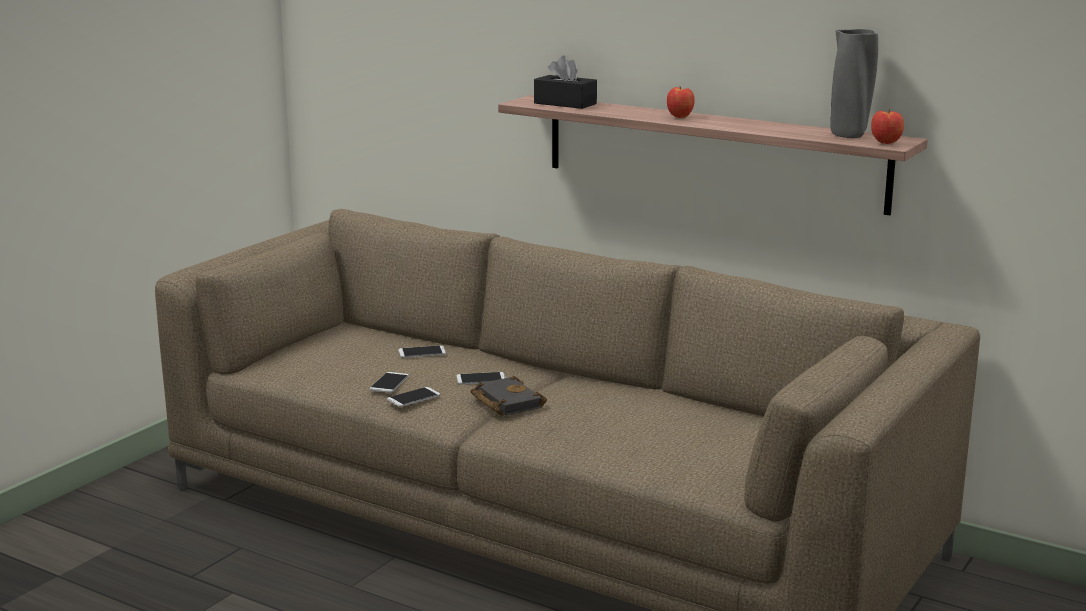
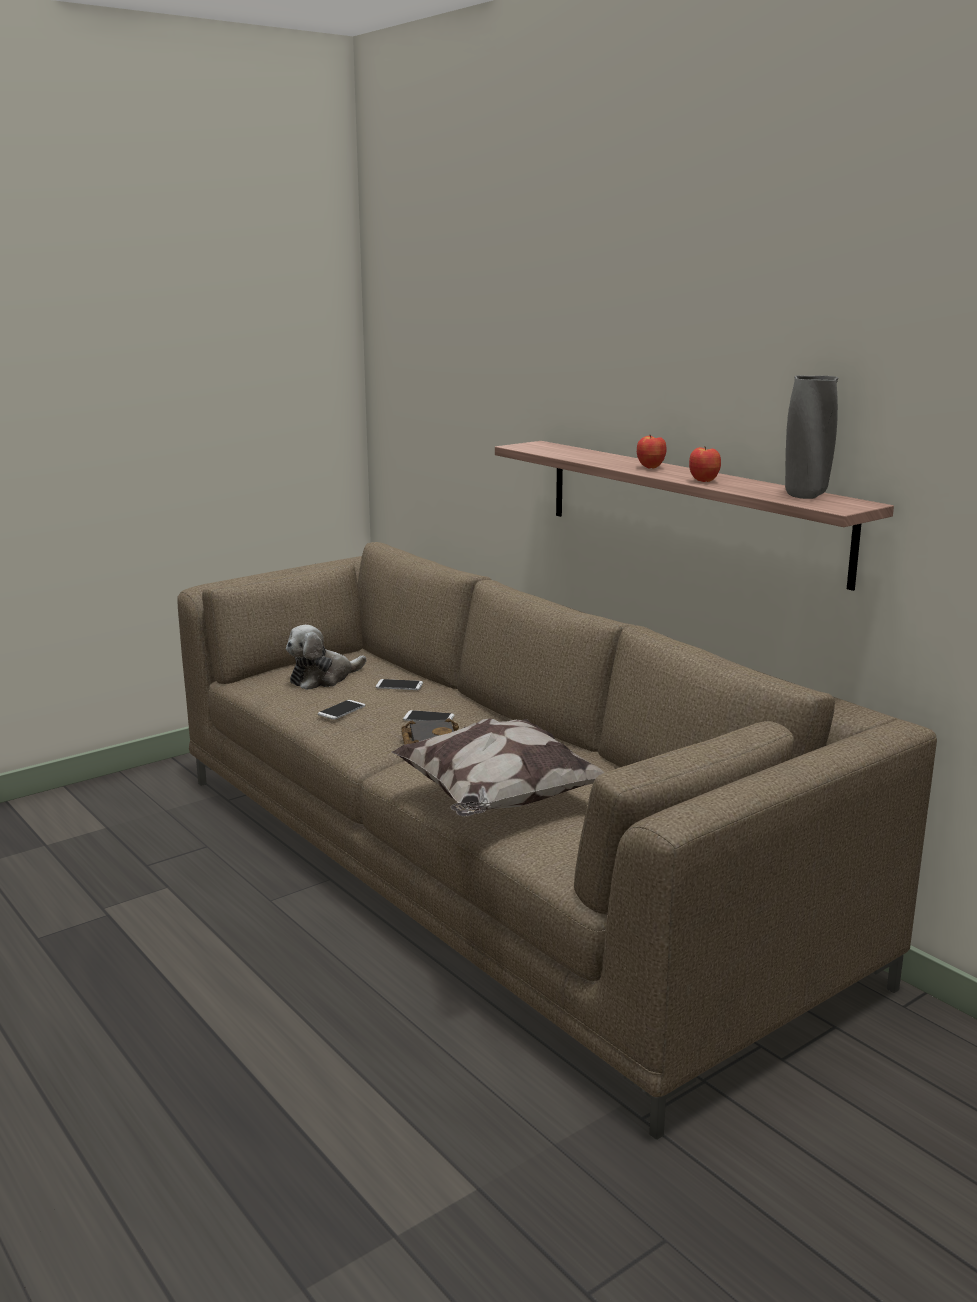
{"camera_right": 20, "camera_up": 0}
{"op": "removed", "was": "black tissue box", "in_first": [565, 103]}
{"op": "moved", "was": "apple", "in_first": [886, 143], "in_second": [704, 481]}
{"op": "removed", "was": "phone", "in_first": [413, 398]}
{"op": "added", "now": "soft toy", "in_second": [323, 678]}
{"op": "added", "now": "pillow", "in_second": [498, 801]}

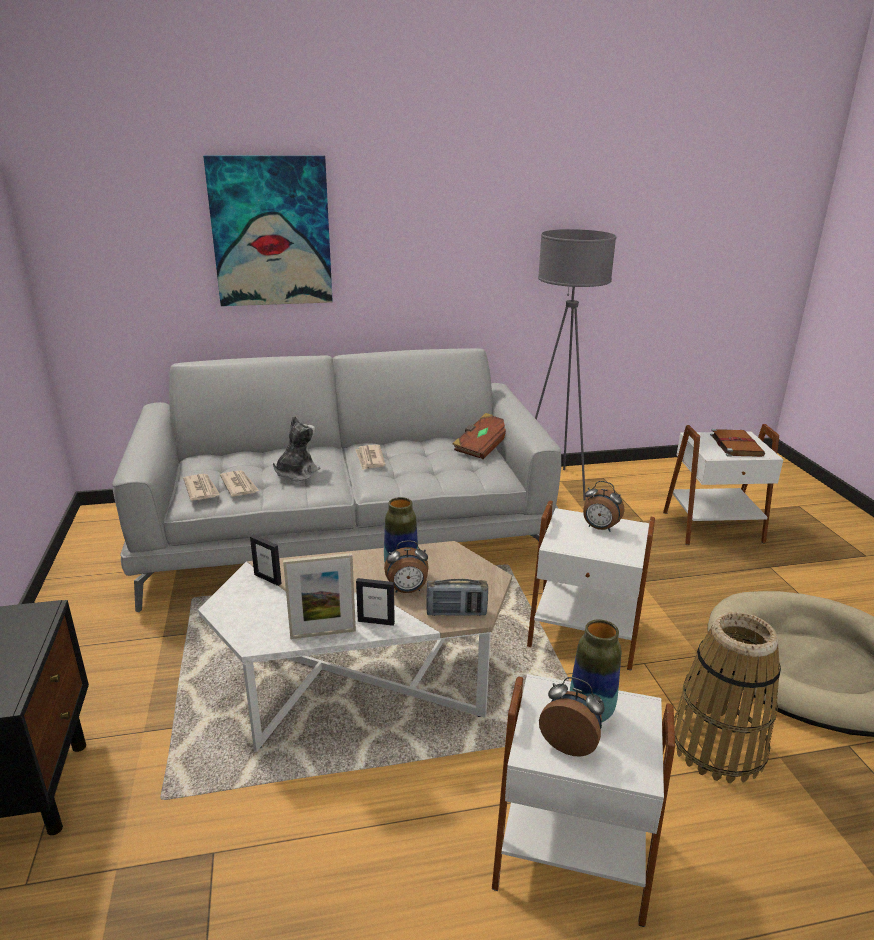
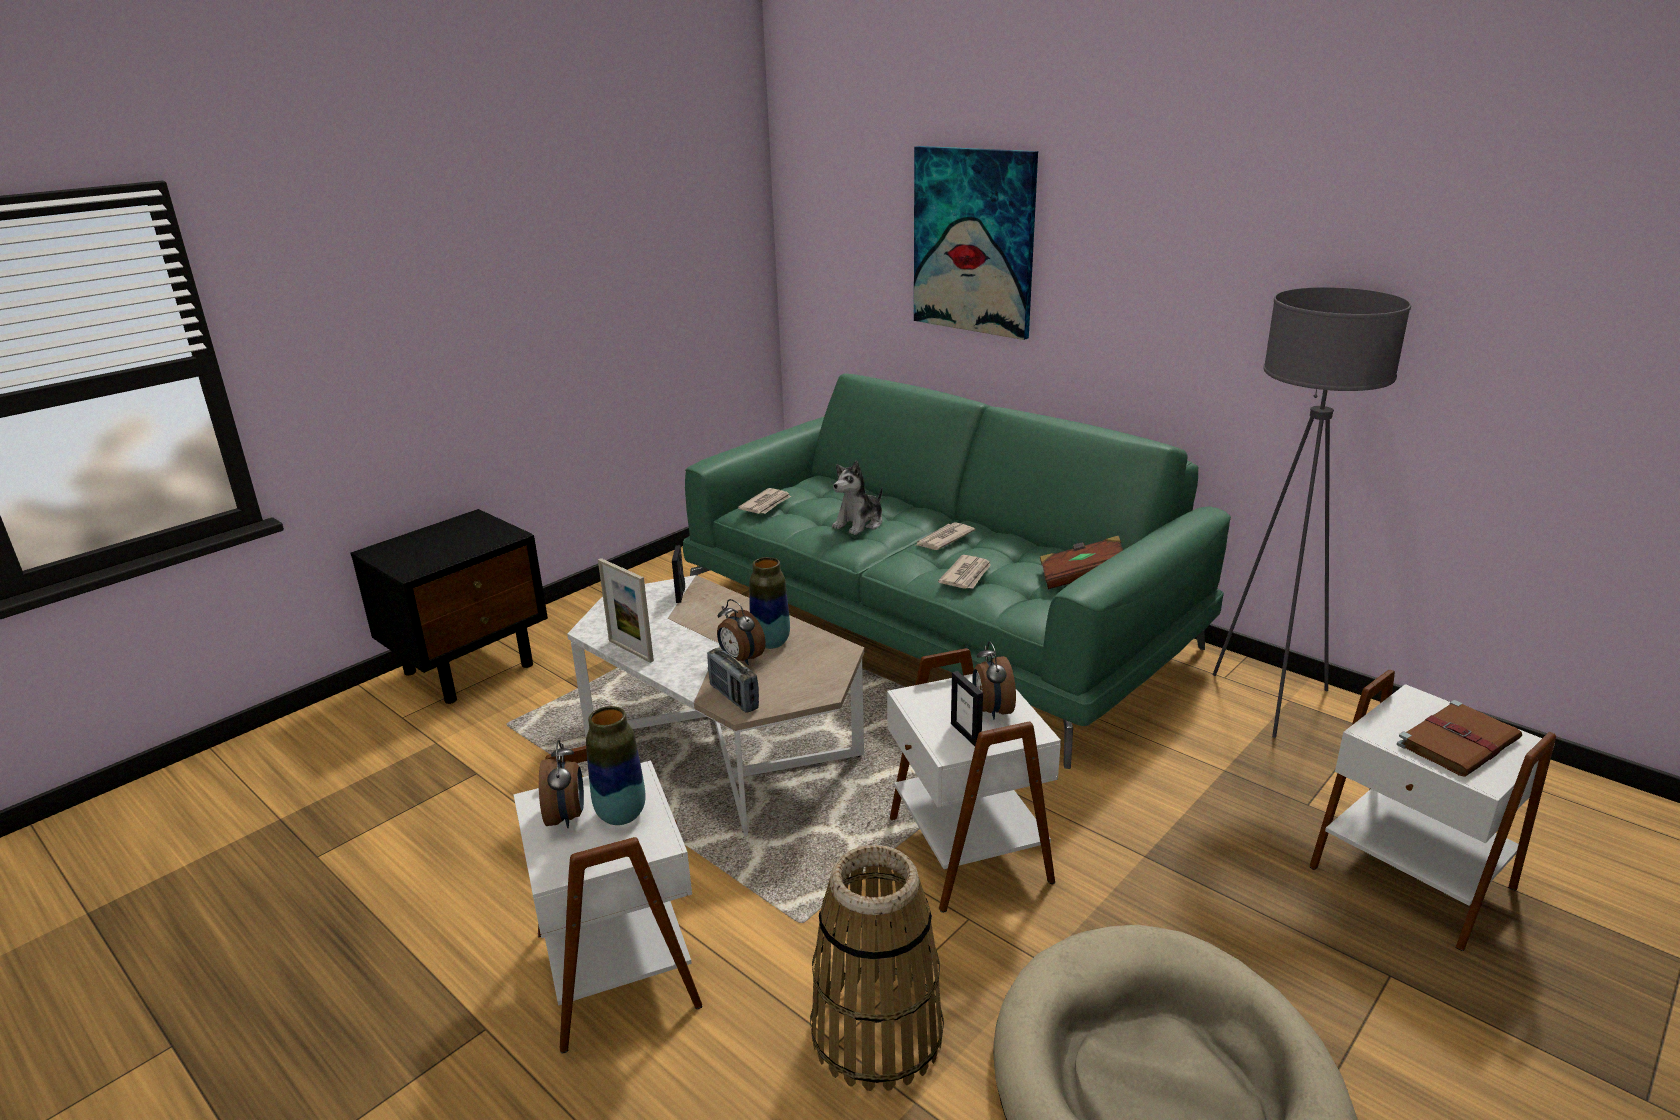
{"camera_right": 55, "camera_up": 0}
{"op": "recoloured", "was": "gray settee", "now": "greenish settee", "in_first": [347, 532], "in_second": [936, 624]}
{"op": "turned", "was": "soft toy", "in_first": [296, 473], "in_second": [859, 524], "clockwise": 135}
{"op": "moved", "was": "printed paper", "in_first": [239, 485], "in_second": [967, 575]}
{"op": "moved", "was": "picture frame", "in_first": [376, 621], "in_second": [966, 734]}

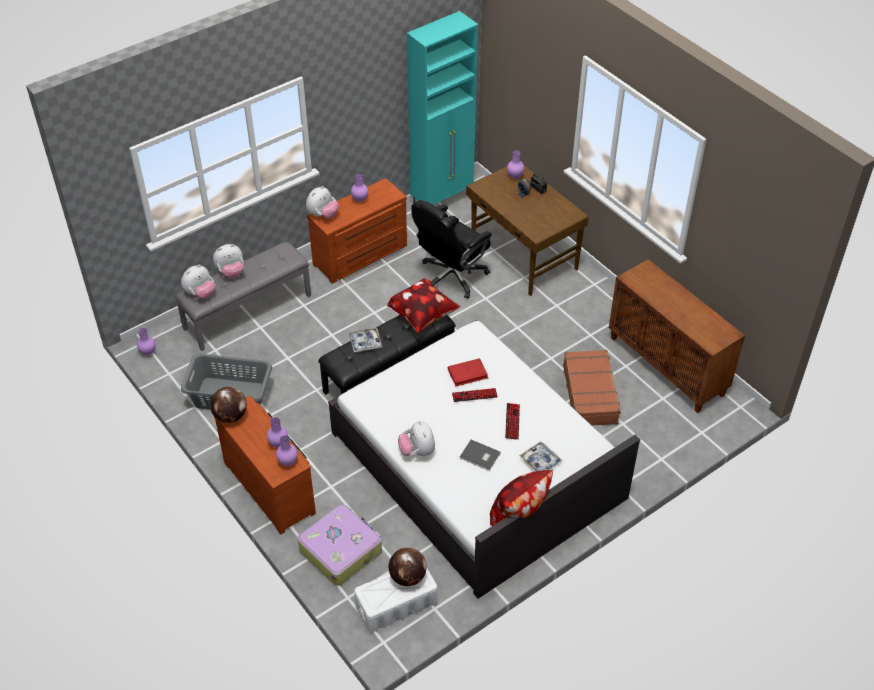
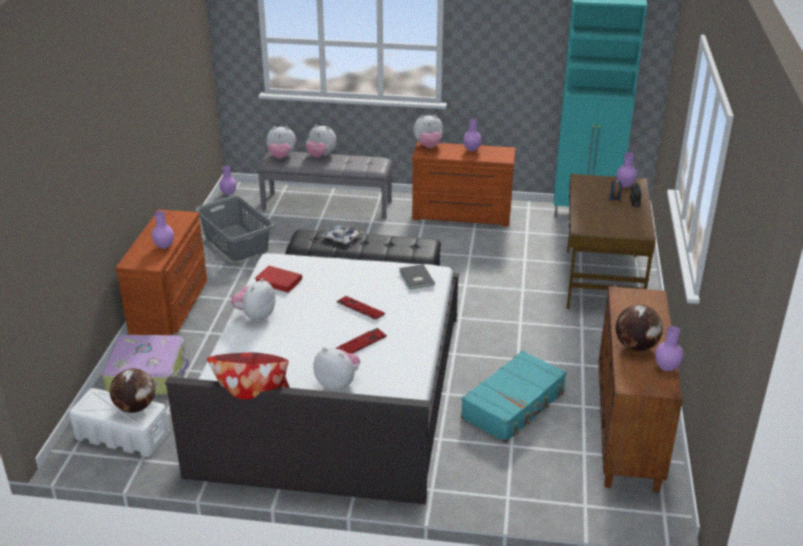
{"camera_right": 45, "camera_up": -15}
{"op": "removed", "was": "black office chair", "in_first": [451, 276]}
{"op": "removed", "was": "pillow", "in_first": [423, 317]}
{"op": "recoloured", "was": "brown travel case", "now": "turquoise-coloured travel case", "in_first": [590, 394], "in_second": [514, 405]}
{"op": "moved", "was": "reddish bound book", "in_first": [467, 373], "in_second": [278, 281]}
{"op": "moved", "was": "desk globe", "in_first": [230, 416], "in_second": [636, 346]}
{"op": "moved", "was": "purple-coloured vase", "in_first": [287, 462], "in_second": [666, 368]}
{"op": "moved", "was": "gray bound book", "in_first": [480, 457], "in_second": [415, 278]}
{"op": "replaced", "was": "serving tray", "now": "soft toy", "in_first": [540, 461], "in_second": [338, 383]}

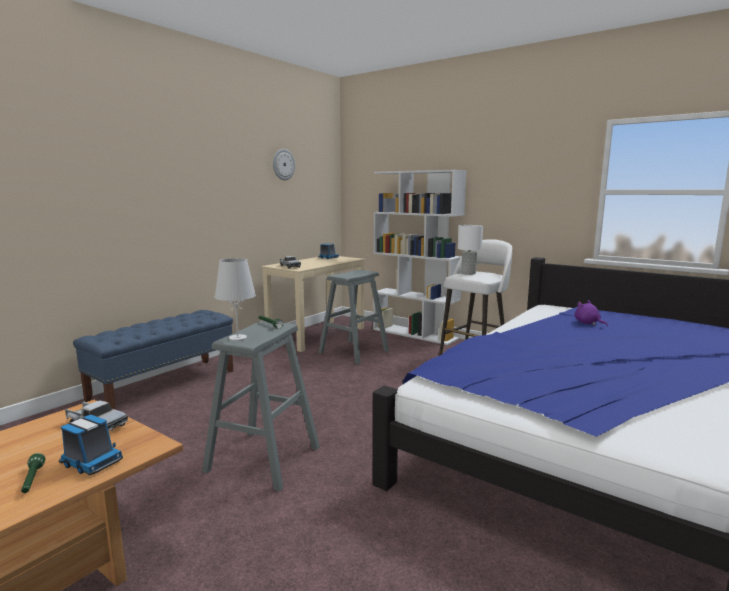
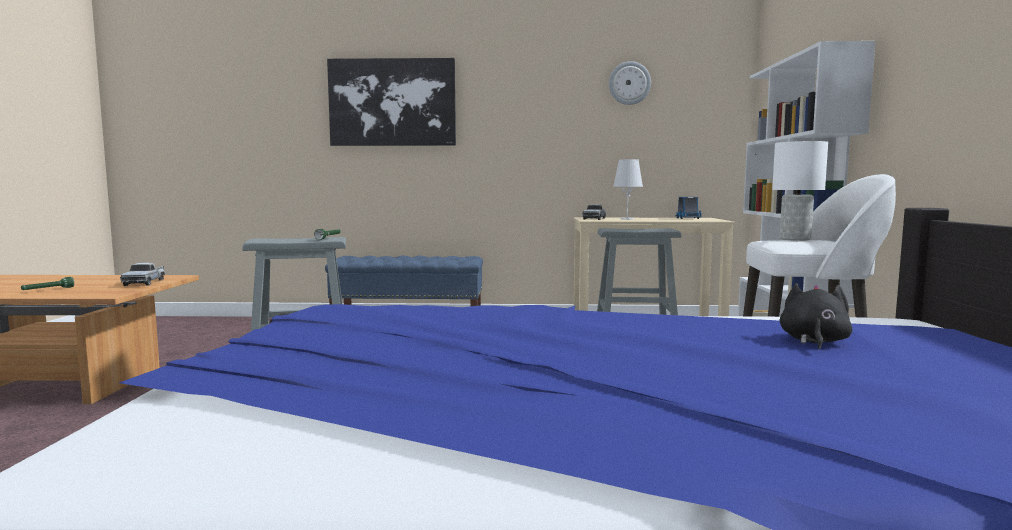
{"camera_right": 55, "camera_up": -5}
{"op": "moved", "was": "white-coloured tabletop lamp", "in_first": [237, 338], "in_second": [626, 219]}
{"op": "recoloured", "was": "purple-coloured soft toy", "now": "black soft toy", "in_first": [588, 323], "in_second": [813, 341]}
{"op": "removed", "was": "toy lorry", "in_first": [91, 462]}
{"op": "added", "now": "wall art", "in_second": [392, 102]}

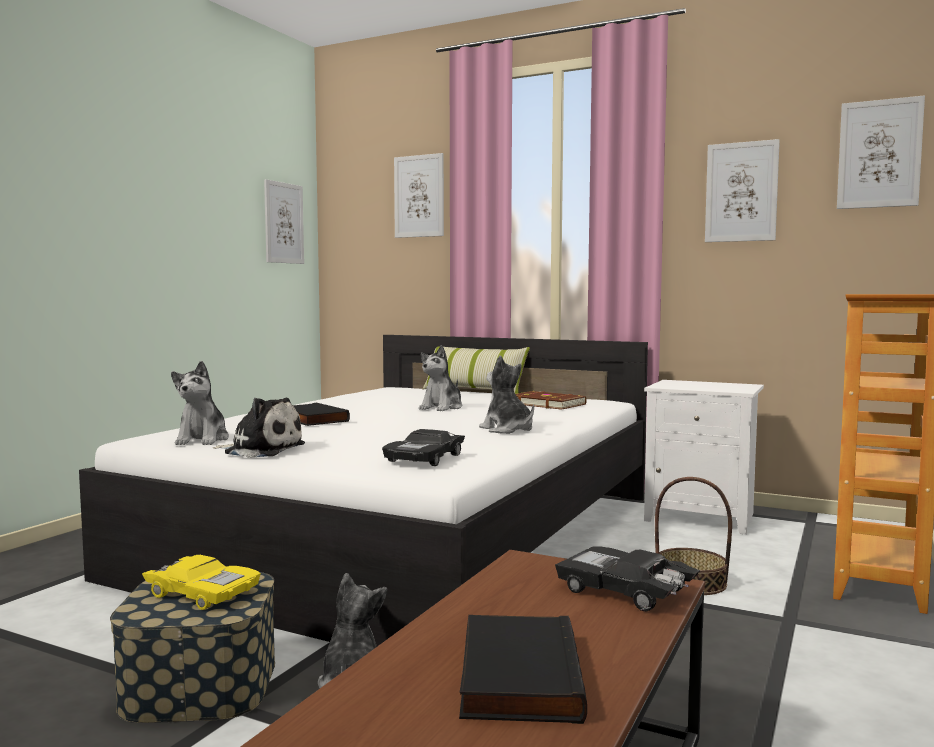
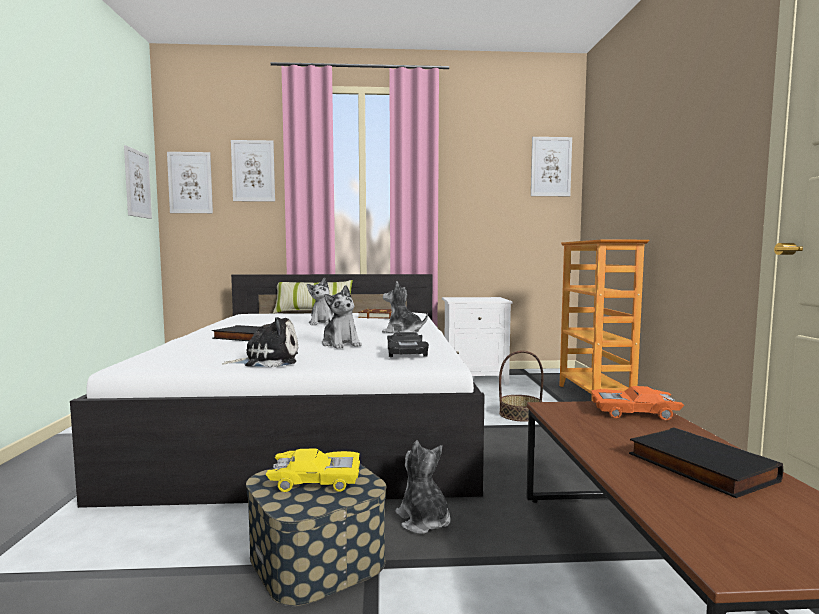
{"camera_right": -30, "camera_up": 0}
{"op": "moved", "was": "wall art", "in_first": [741, 192], "in_second": [190, 183]}
{"op": "moved", "was": "soft toy", "in_first": [202, 440], "in_second": [341, 344]}
{"op": "recoloured", "was": "black toy car", "now": "orange-coloured toy car", "in_first": [625, 591], "in_second": [633, 412]}

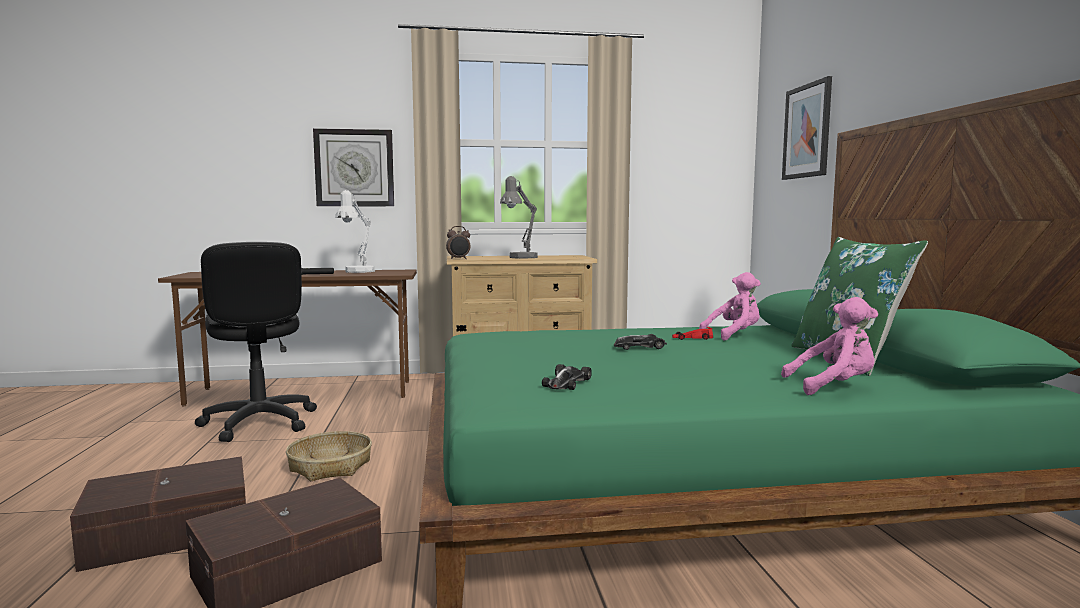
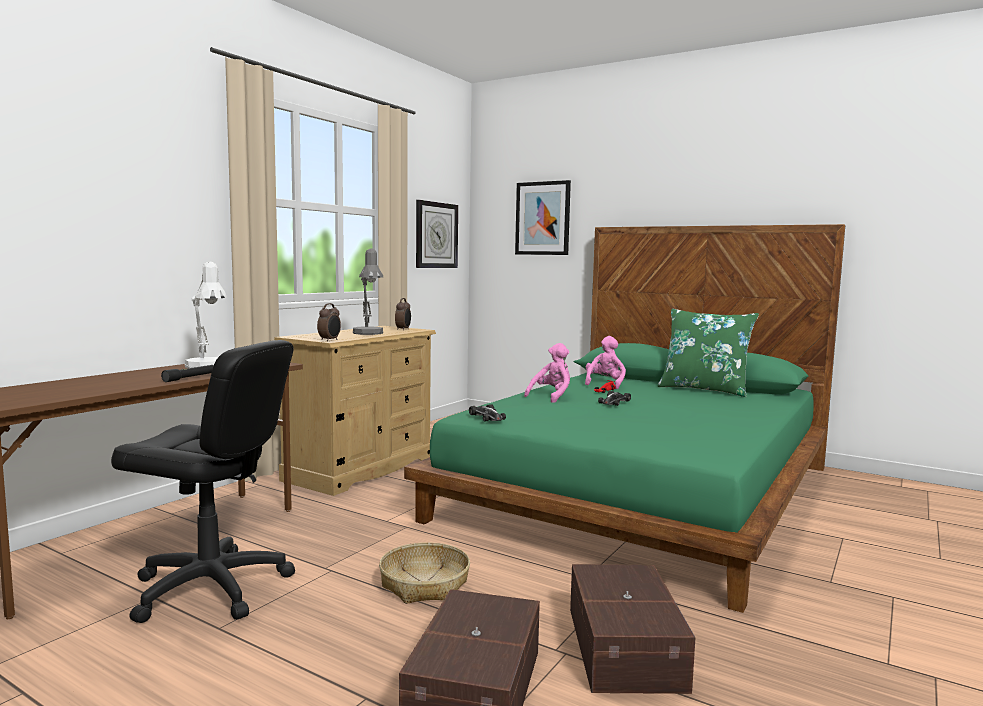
{"camera_right": -50, "camera_up": 0}
{"op": "moved", "was": "wall clock", "in_first": [354, 168], "in_second": [436, 235]}
{"op": "moved", "was": "pink soft toy", "in_first": [833, 387], "in_second": [551, 397]}
{"op": "moved", "was": "toy car", "in_first": [566, 382], "in_second": [487, 417]}
{"op": "added", "now": "table clock", "in_second": [403, 329]}

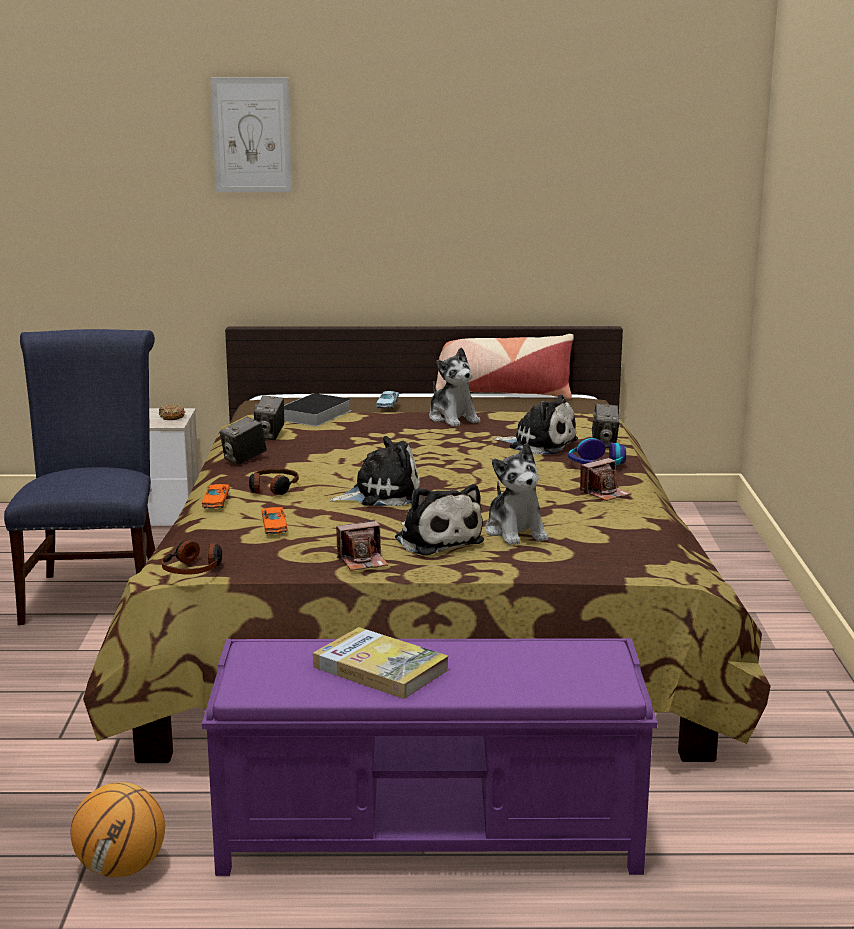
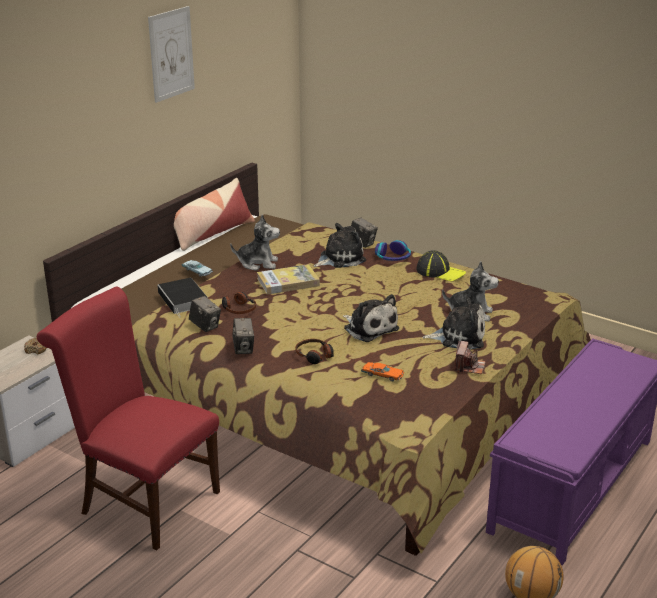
{"camera_right": -55, "camera_up": 10}
{"op": "moved", "was": "wall art", "in_first": [251, 135], "in_second": [171, 54]}
{"op": "recoloured", "was": "bluish upright chair", "now": "reddish upright chair", "in_first": [95, 593], "in_second": [143, 500]}
{"op": "turned", "was": "soft toy", "in_first": [381, 495], "in_second": [369, 328], "clockwise": 120}
{"op": "replaced", "was": "photo camera", "now": "peaked cap", "in_first": [605, 493], "in_second": [440, 272]}
{"op": "removed", "was": "orange-coloured toy car", "in_first": [216, 501]}
{"op": "moved", "was": "headphones", "in_first": [194, 569], "in_second": [238, 309]}
{"op": "moved", "was": "bound book", "in_first": [380, 668], "in_second": [288, 282]}

